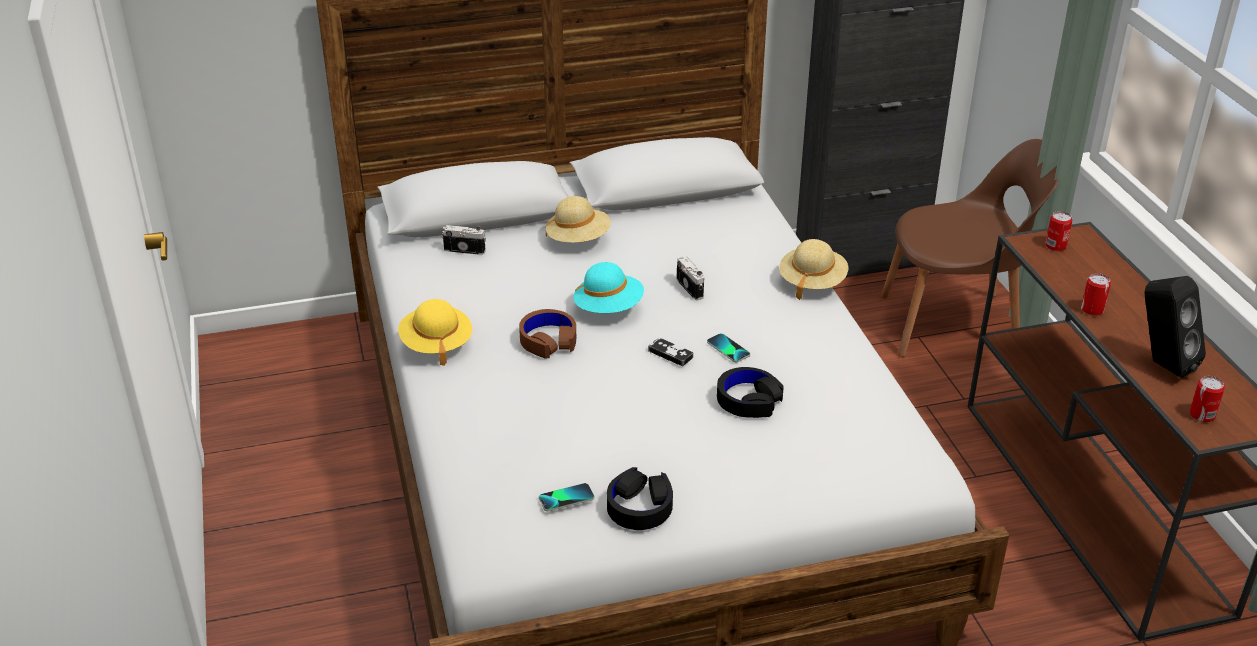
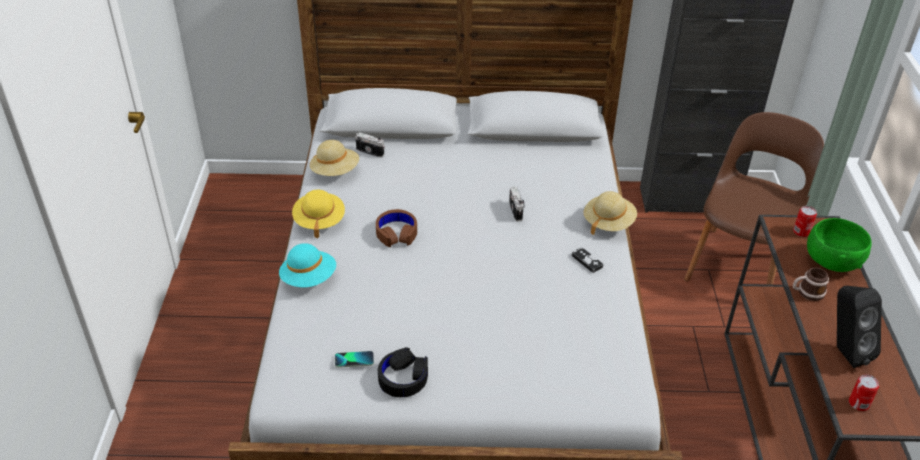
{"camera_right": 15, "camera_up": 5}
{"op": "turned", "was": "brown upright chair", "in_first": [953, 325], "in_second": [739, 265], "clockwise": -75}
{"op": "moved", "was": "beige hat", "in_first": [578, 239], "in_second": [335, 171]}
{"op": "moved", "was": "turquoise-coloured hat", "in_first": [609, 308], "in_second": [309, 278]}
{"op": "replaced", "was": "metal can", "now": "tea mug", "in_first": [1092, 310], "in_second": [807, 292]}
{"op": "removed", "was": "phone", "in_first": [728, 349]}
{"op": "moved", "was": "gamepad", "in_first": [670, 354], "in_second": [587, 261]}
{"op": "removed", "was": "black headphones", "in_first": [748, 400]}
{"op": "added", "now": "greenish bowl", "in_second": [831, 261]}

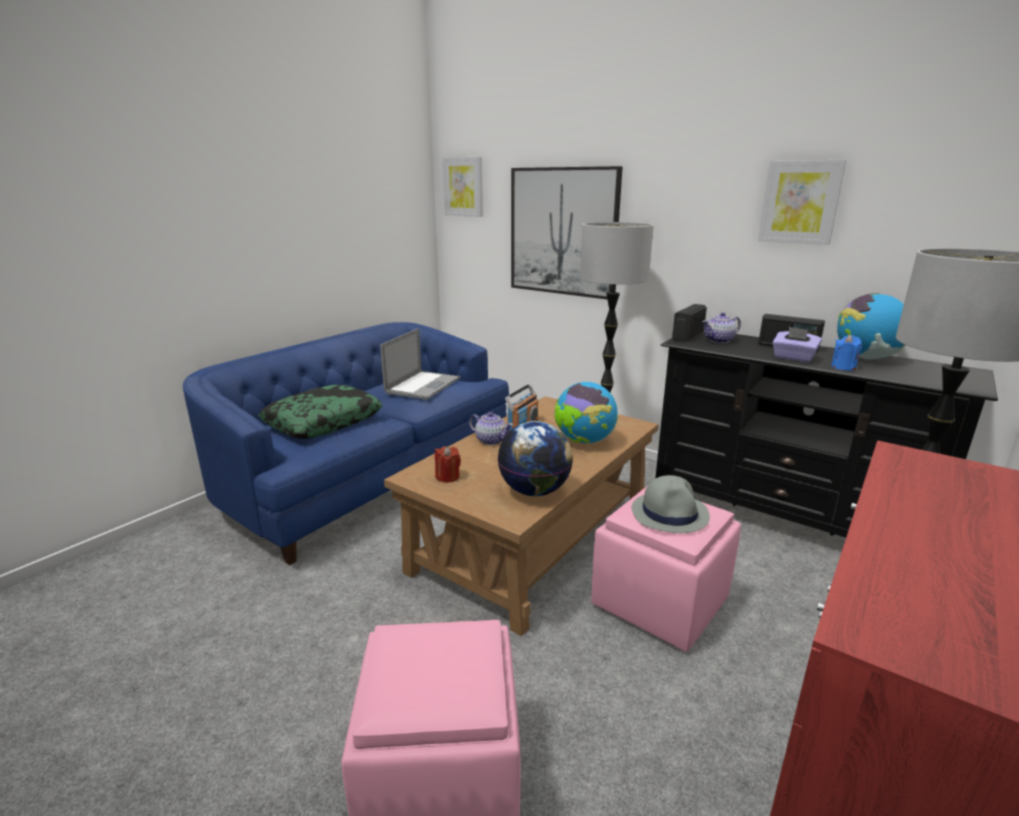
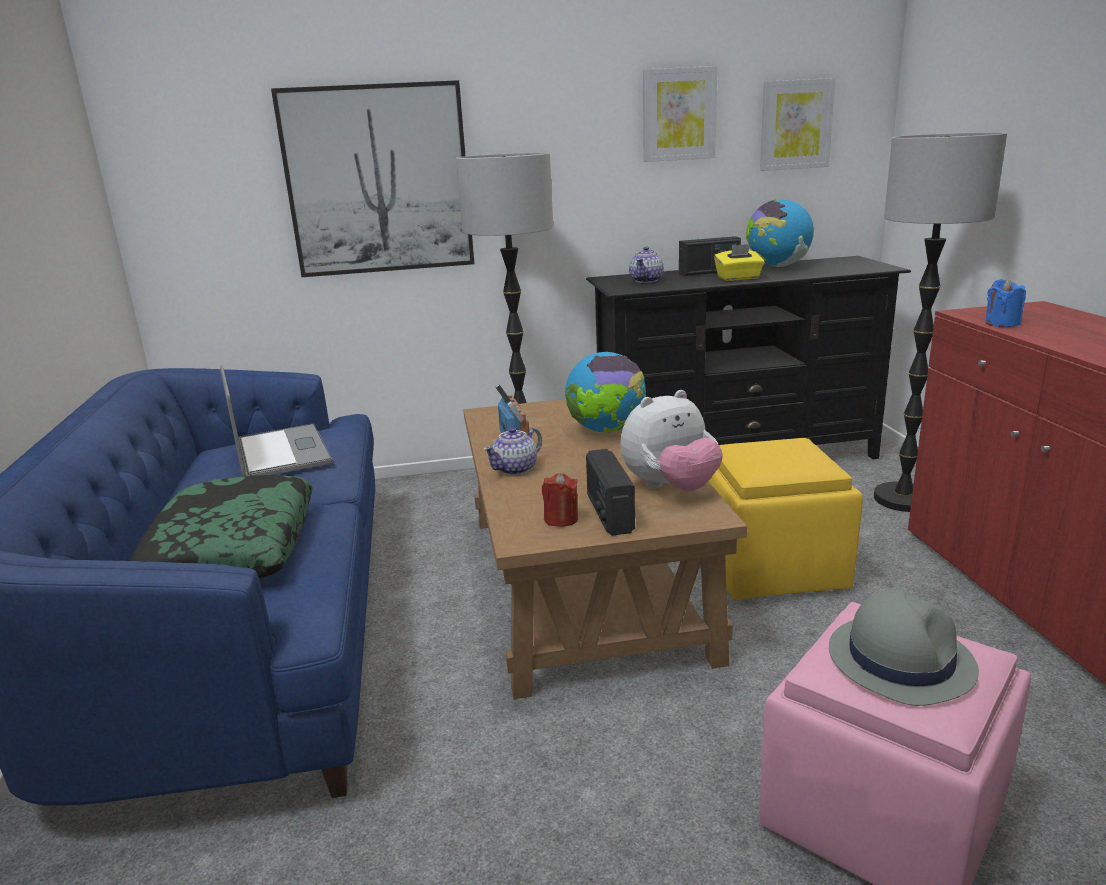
{"camera_right": -45, "camera_up": 0}
{"op": "moved", "was": "wall art", "in_first": [463, 187], "in_second": [795, 125]}
{"op": "moved", "was": "radio receiver", "in_first": [687, 336], "in_second": [609, 513]}
{"op": "recoloured", "was": "purple-coloured tissue box", "now": "yellow-coloured tissue box", "in_first": [793, 358], "in_second": [738, 278]}
{"op": "moved", "was": "bluish wax light", "in_first": [843, 367], "in_second": [1002, 323]}
{"op": "turned", "was": "tea pot", "in_first": [491, 440], "in_second": [516, 469], "clockwise": 150}
{"op": "replaced", "was": "desk globe", "now": "soft toy", "in_first": [534, 491], "in_second": [670, 488]}
{"op": "moved", "was": "gray hat", "in_first": [670, 513], "in_second": [900, 659]}
{"op": "recoloured", "was": "pink footrest", "now": "yellow-coloured footrest", "in_first": [661, 602], "in_second": [772, 566]}

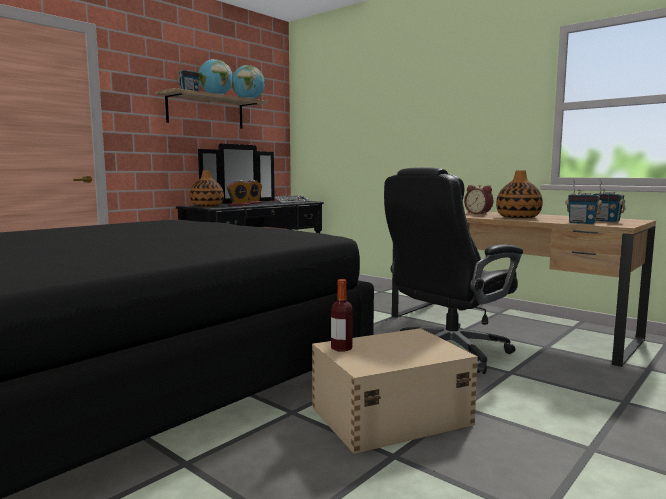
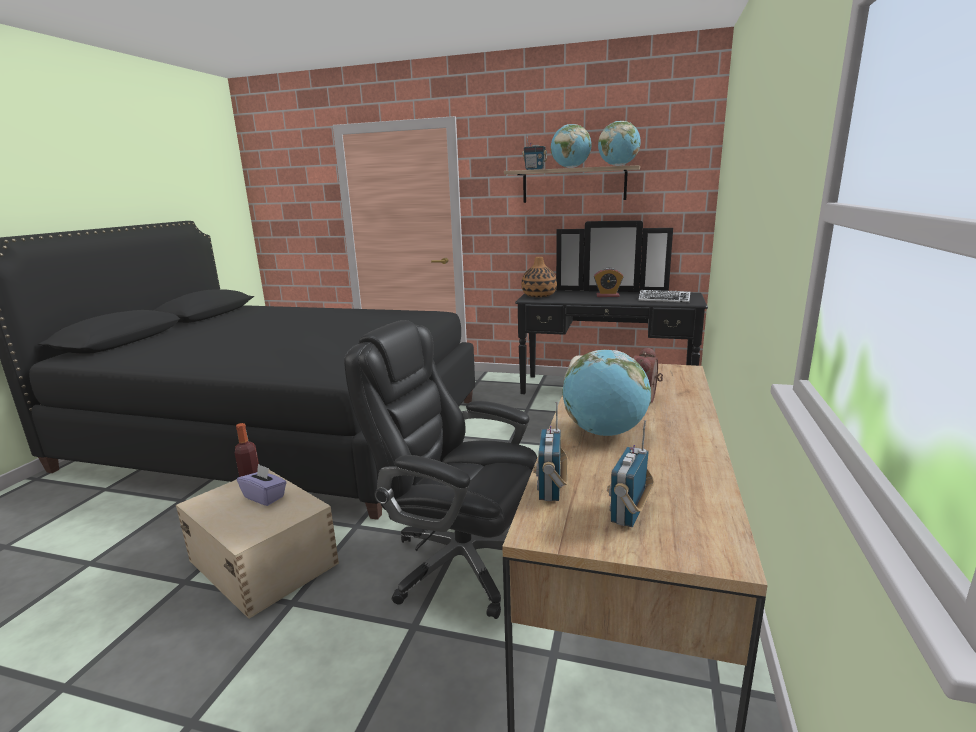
{"camera_right": 65, "camera_up": 10}
{"op": "replaced", "was": "vase", "now": "desk globe", "in_first": [518, 217], "in_second": [604, 432]}
{"op": "removed", "was": "table clock", "in_first": [239, 205]}
{"op": "added", "now": "purple-coloured tissue box", "in_second": [265, 497]}

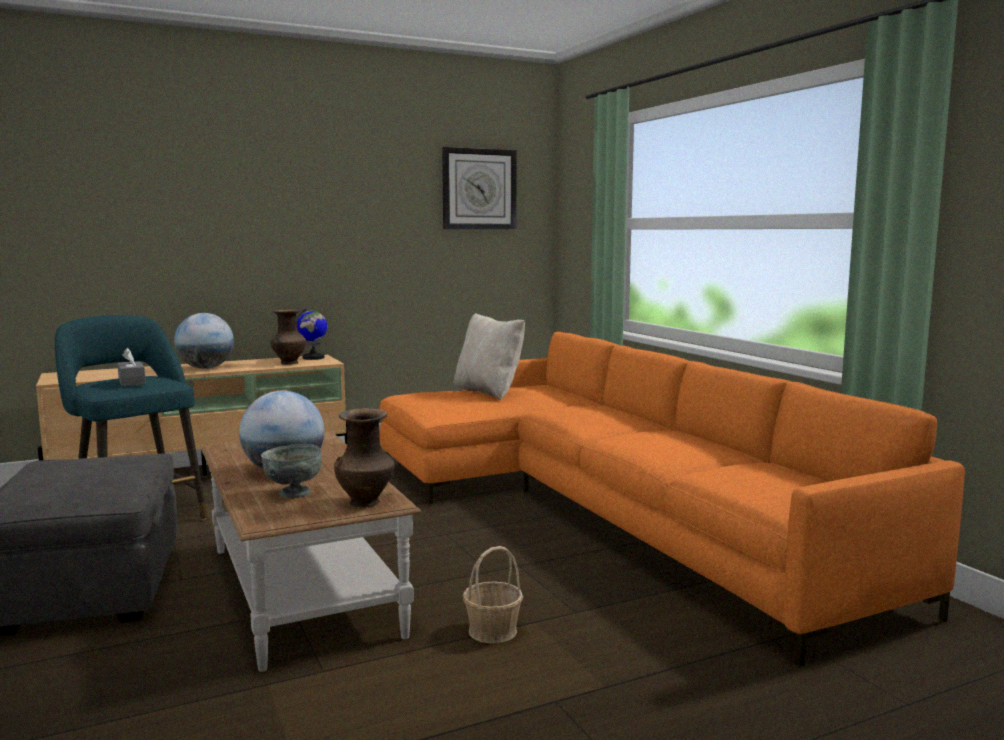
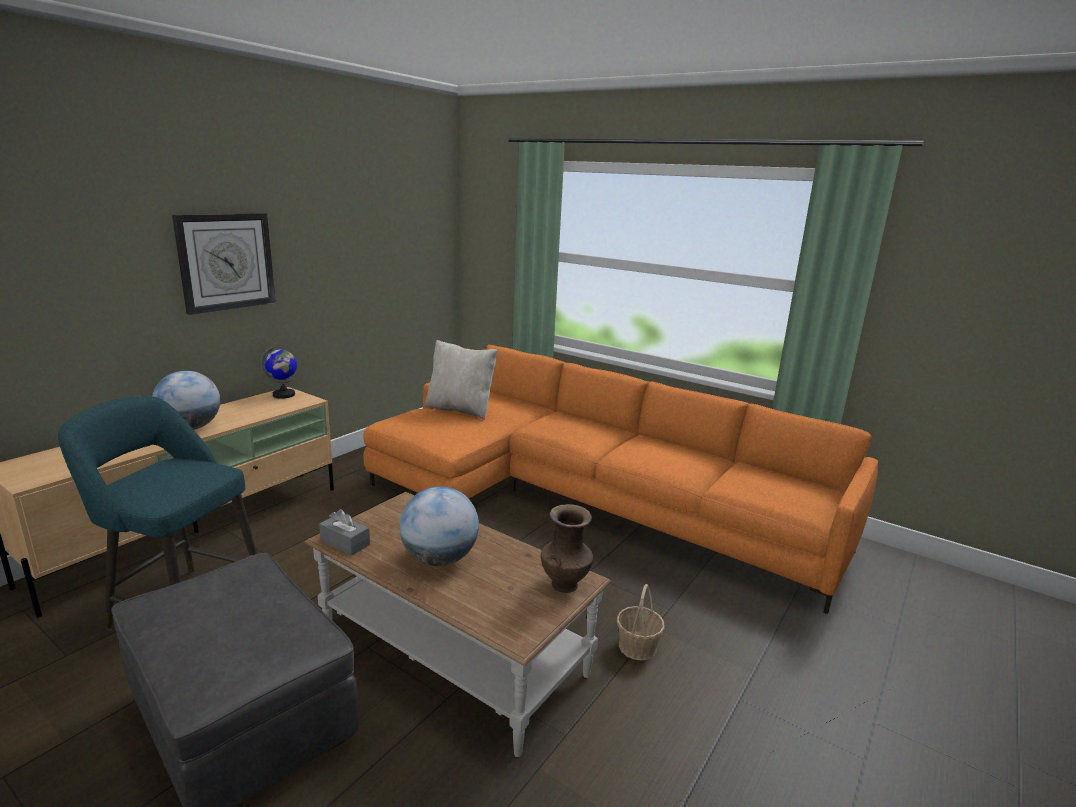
{"camera_right": -30, "camera_up": 10}
{"op": "moved", "was": "wall clock", "in_first": [479, 189], "in_second": [226, 261]}
{"op": "removed", "was": "brown vase", "in_first": [289, 363]}
{"op": "moved", "was": "gray tissue box", "in_first": [132, 382], "in_second": [345, 543]}
{"op": "removed", "was": "gray bowl", "in_first": [293, 493]}

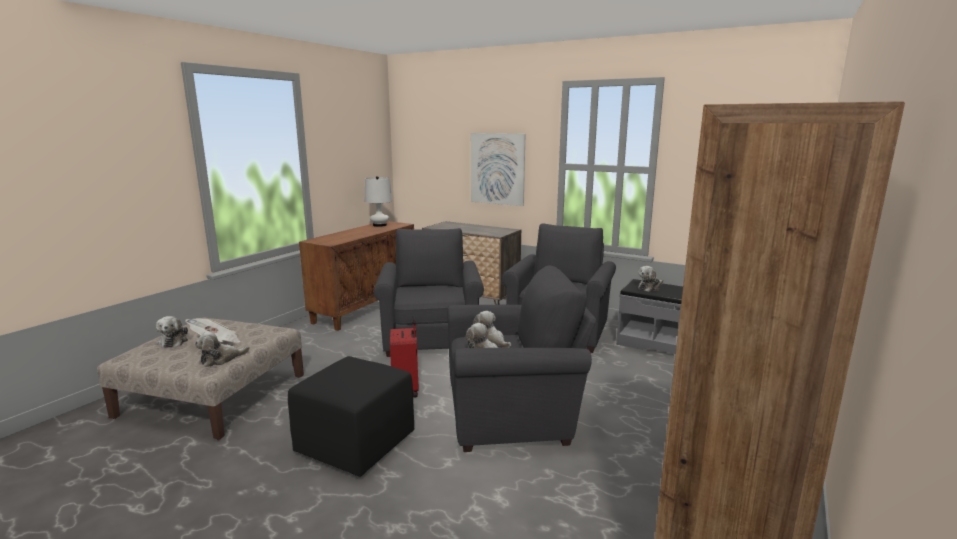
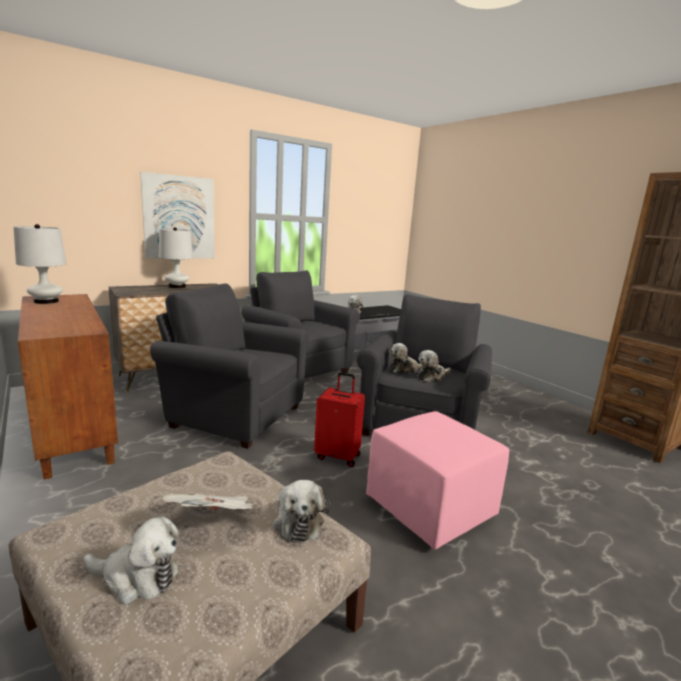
{"camera_right": -65, "camera_up": 0}
{"op": "recoloured", "was": "black footrest", "now": "pink footrest", "in_first": [355, 445], "in_second": [431, 509]}
{"op": "added", "now": "white-coloured tabletop lamp", "in_second": [177, 286]}

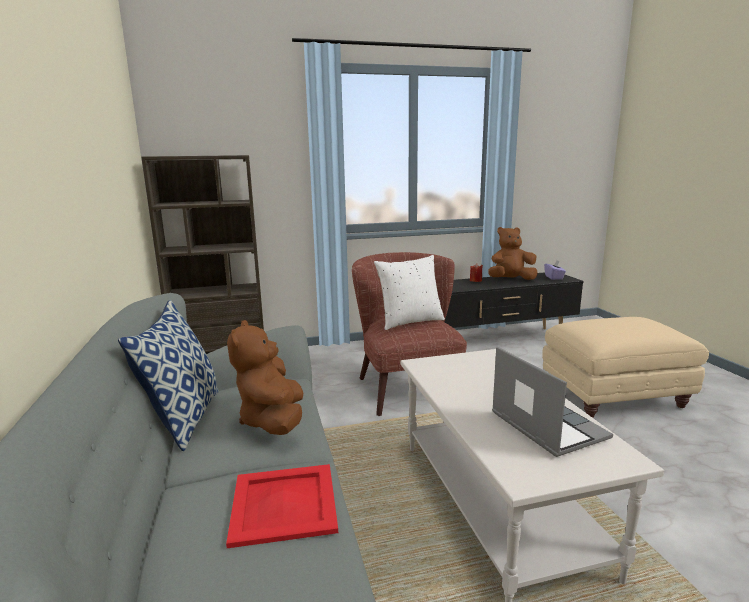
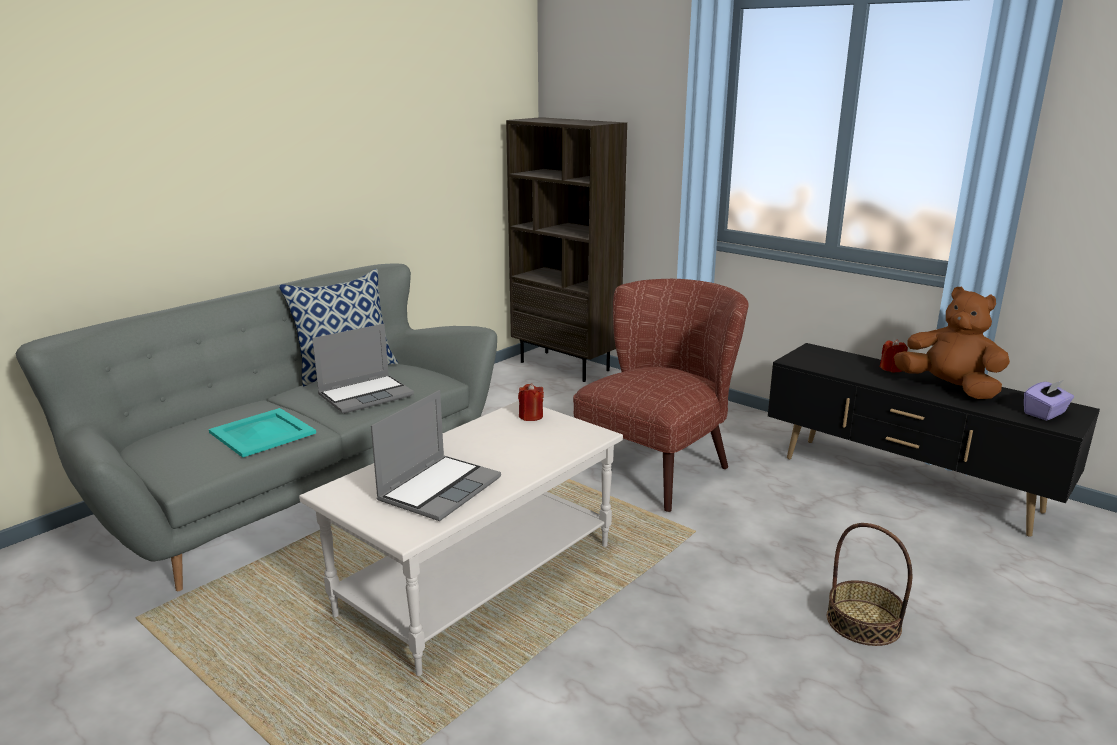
{"camera_right": 55, "camera_up": 5}
{"op": "removed", "was": "white-coloured pillow", "in_first": [410, 322]}
{"op": "replaced", "was": "beige footrest", "now": "basket", "in_first": [615, 396], "in_second": [863, 622]}
{"op": "replaced", "was": "brown soft toy", "now": "portable computer", "in_first": [273, 421], "in_second": [366, 395]}
{"op": "recoloured", "was": "reddish serving tray", "now": "turquoise-coloured serving tray", "in_first": [283, 504], "in_second": [261, 433]}
{"op": "added", "now": "reddish wax light", "in_second": [531, 416]}

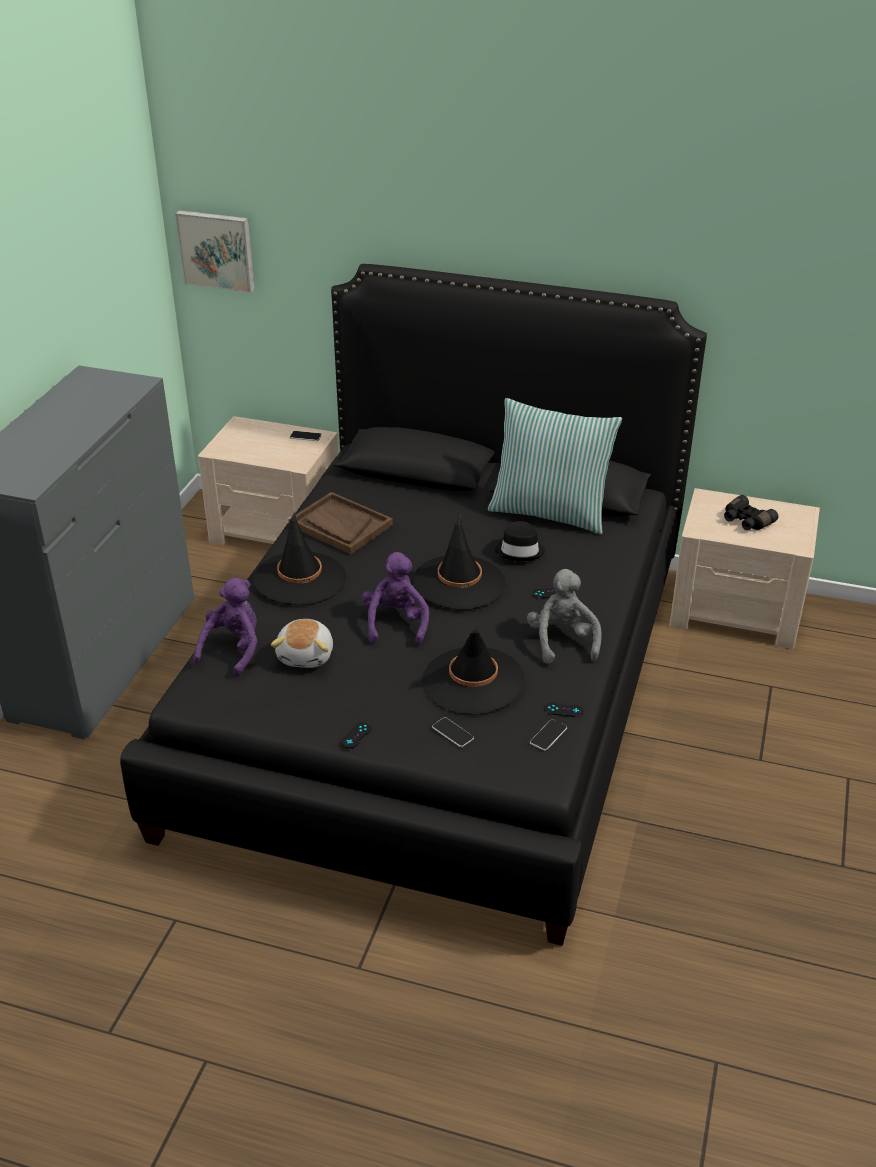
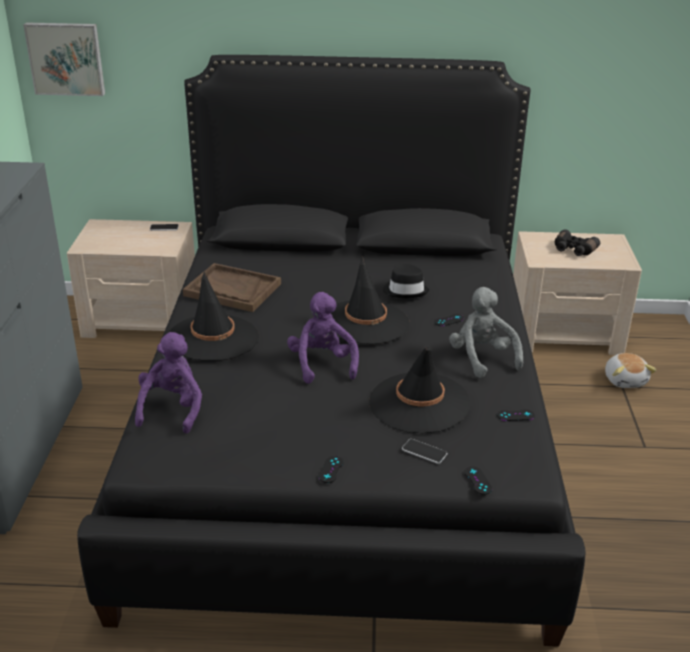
{"camera_right": -15, "camera_up": -5}
{"op": "removed", "was": "pillow", "in_first": [550, 512]}
{"op": "moved", "was": "soft toy", "in_first": [307, 655], "in_second": [625, 380]}
{"op": "removed", "was": "phone", "in_first": [548, 736]}
{"op": "added", "now": "black gamepad", "in_second": [478, 480]}

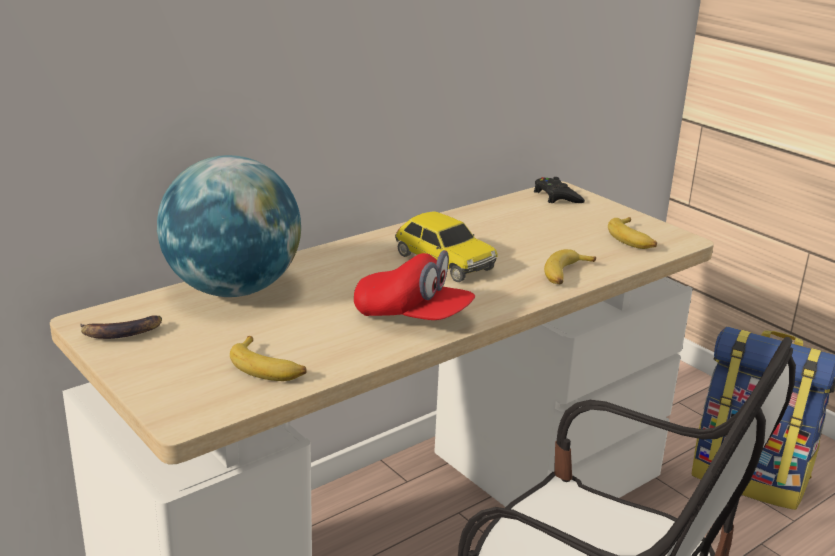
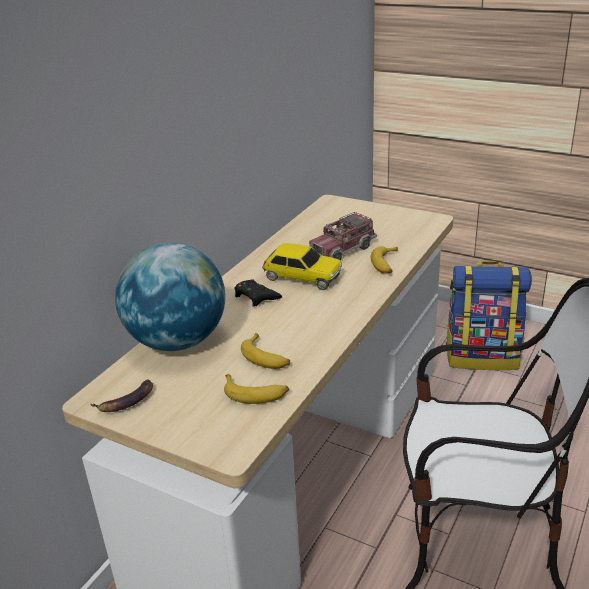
{"camera_right": -20, "camera_up": 5}
{"op": "moved", "was": "black gamepad", "in_first": [556, 197], "in_second": [256, 296]}
{"op": "moved", "was": "banana", "in_first": [633, 239], "in_second": [266, 357]}
{"op": "removed", "was": "reddish peaked cap", "in_first": [412, 316]}
{"op": "added", "now": "toy lorry", "in_second": [342, 249]}

